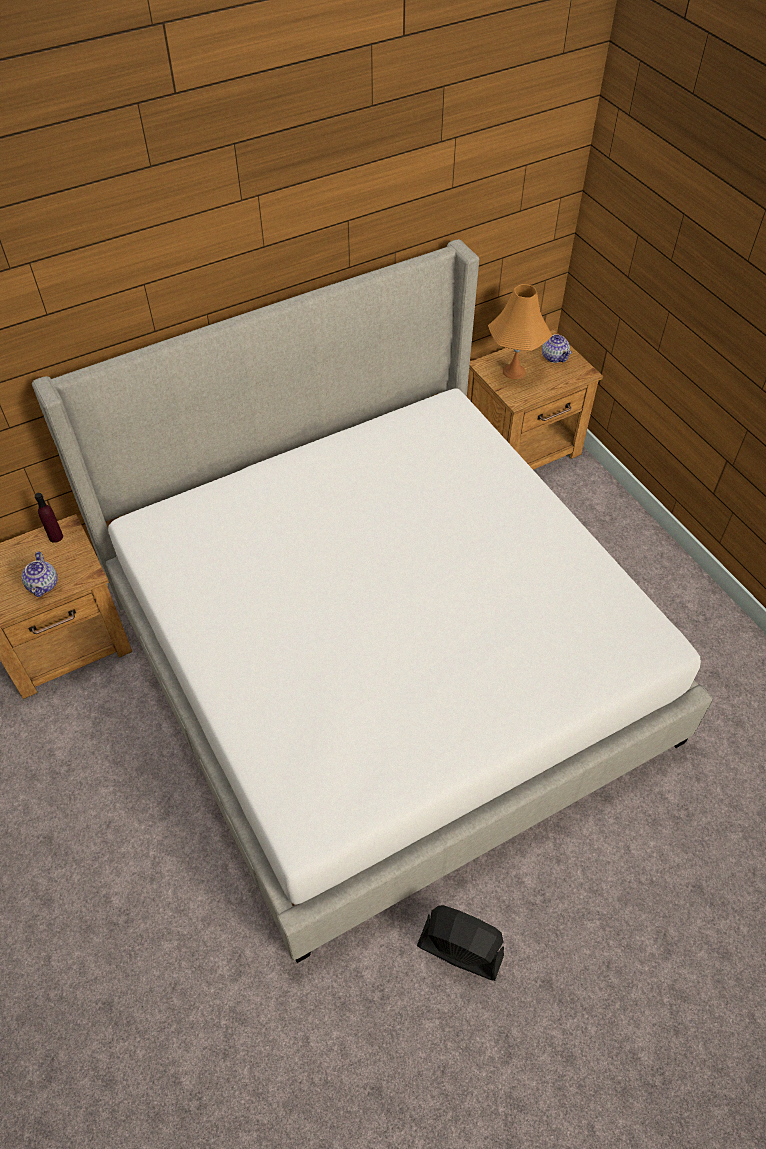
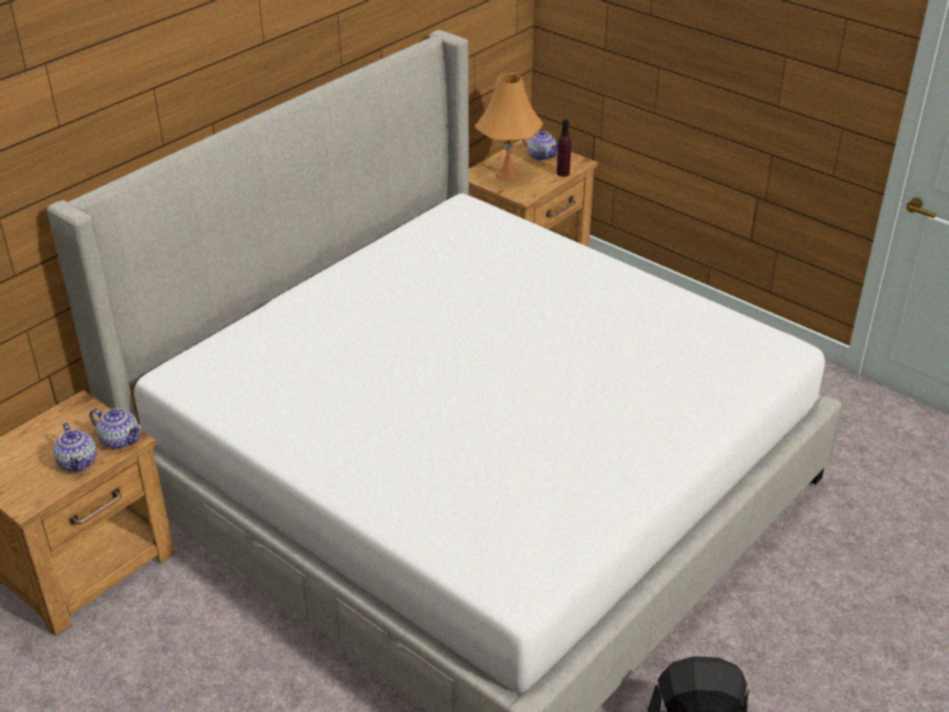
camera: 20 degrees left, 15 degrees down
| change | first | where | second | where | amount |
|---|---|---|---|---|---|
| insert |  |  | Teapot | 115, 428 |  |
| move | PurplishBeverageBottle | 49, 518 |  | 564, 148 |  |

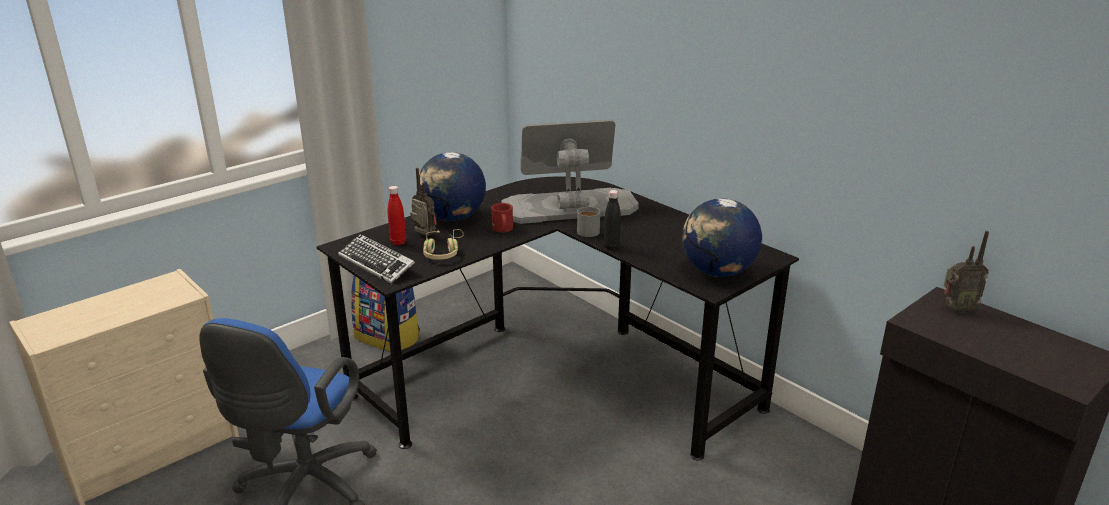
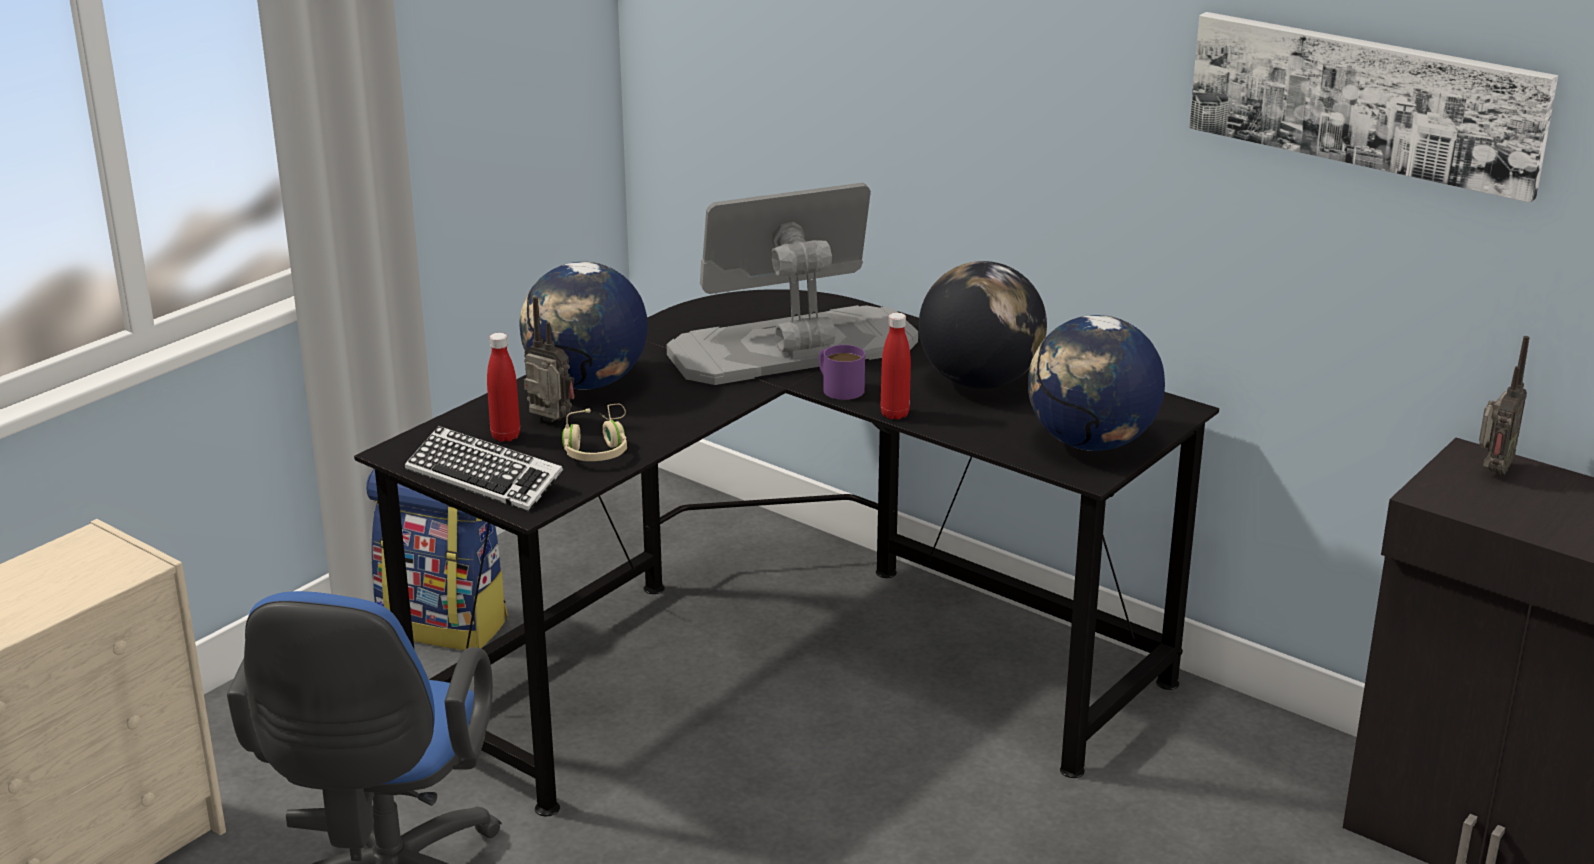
camera: 10 degrees left, 0 degrees up
| change | first | where | second | where | amount |
|---|---|---|---|---|---|
| delete | RedMug | 502, 217 |  |  |  |
| insert |  |  | Globe | 983, 325 |  |
| insert |  |  | WallArt | 1373, 107 |  |
| recolor | GrayMug | 588, 222 | PurplishMug | 842, 372 |  |
| recolor | BlackishBeverageBottle | 612, 220 | RedBeverageBottle | 896, 366 |  |
| rotate | RadioReceiver | 966, 272 |  | 1504, 405 | 45 degrees counterclockwise |

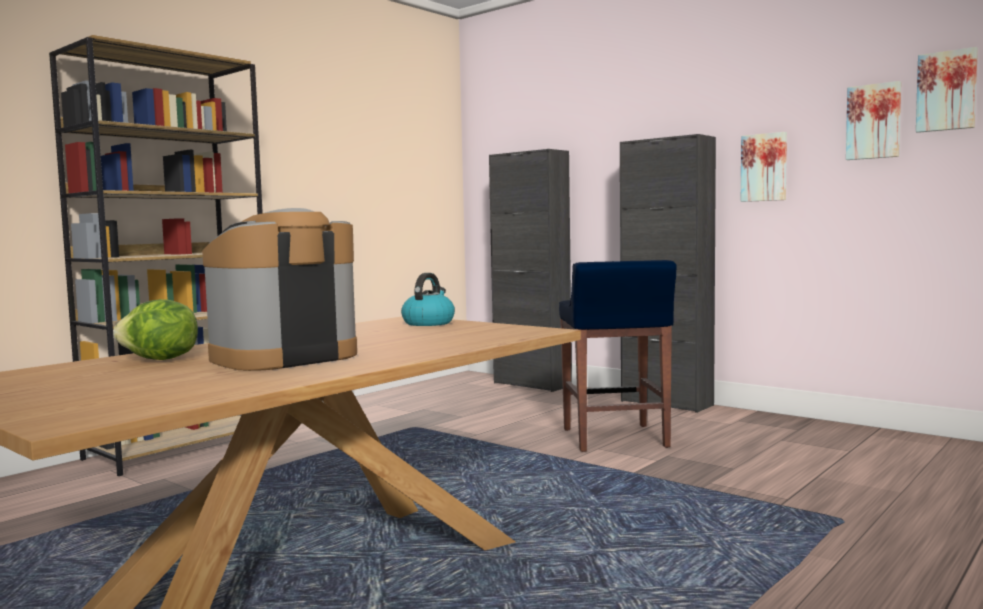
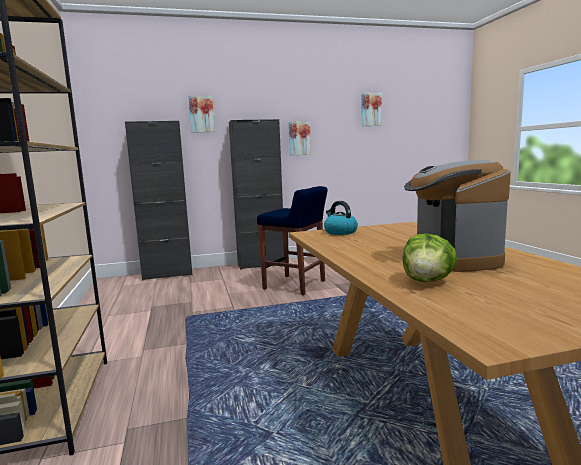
camera: 55 degrees left, 5 degrees up
| change | first | where | second | where | amount |
|---|---|---|---|---|---|
| move | WallArt | 873, 120 |  | 201, 114 |  |

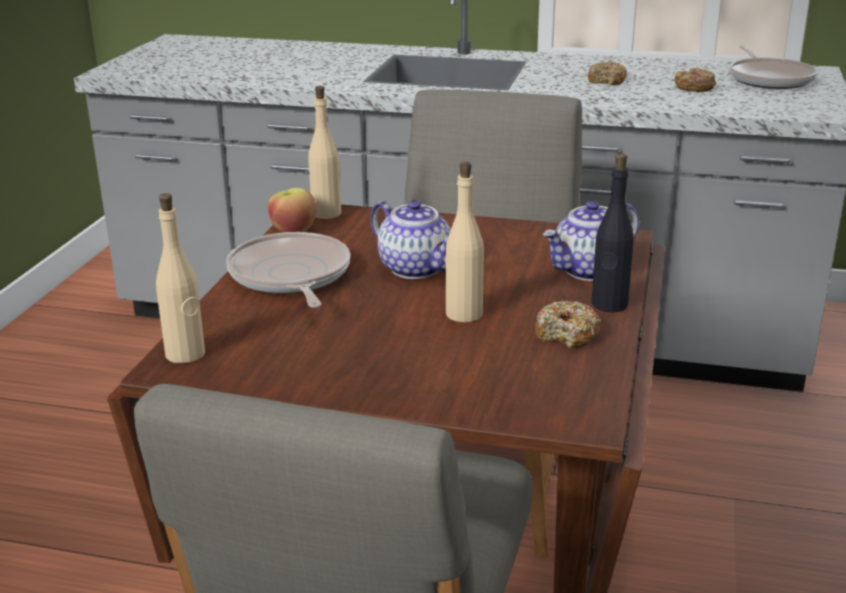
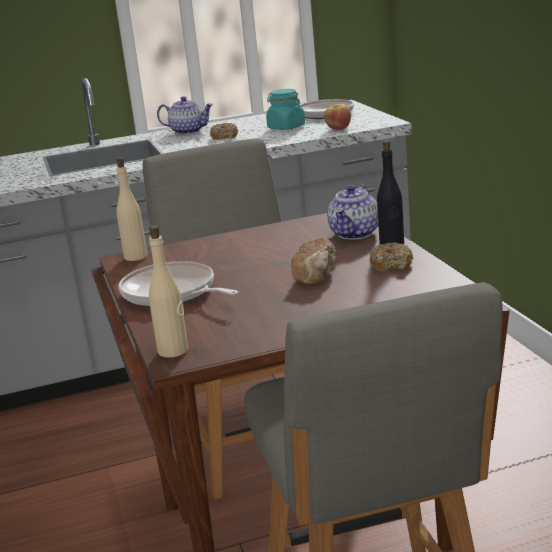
camera: 30 degrees left, 5 degrees down
| change | first | where | second | where | amount |
|---|---|---|---|---|---|
| move | Apple | 292, 210 |  | 337, 117 |  |
| move | Teapot | 411, 239 |  | 185, 115 |  |
| replace | BeigeBeverageBottle | 464, 242 | BakedBread | 314, 261 |  |
| replace | Doughnut | 695, 80 | TurquoisePreserveJar | 285, 109 |  |

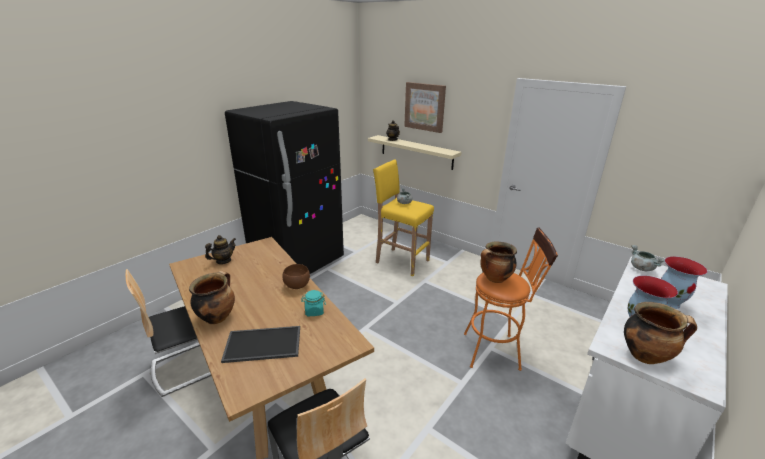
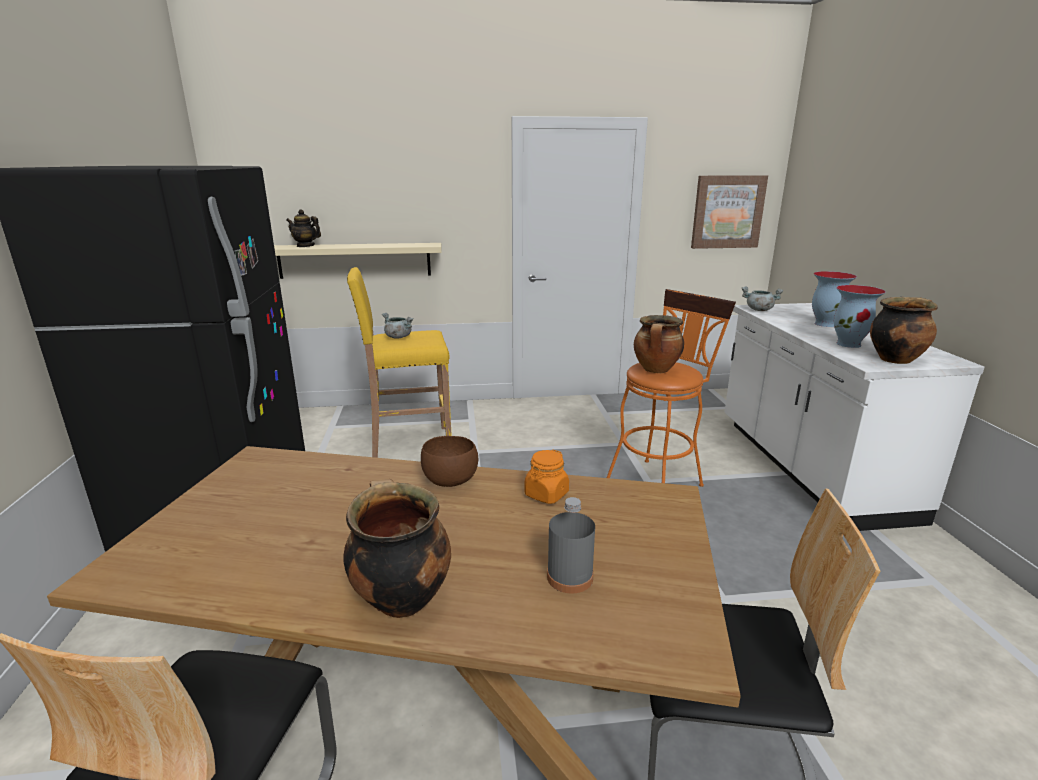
camera: 45 degrees left, 5 degrees down
| change | first | where | second | where | amount |
|---|---|---|---|---|---|
| delete | Teapot | 220, 249 |  |  |  |
| move | WallArt | 425, 107 |  | 729, 212 |  |
| replace | ServingTray | 260, 344 | GrayBeverageBottle | 571, 545 |  |
| recolor | TurquoisePreserveJar | 313, 303 | OrangeyPreserveJar | 546, 477 |  |

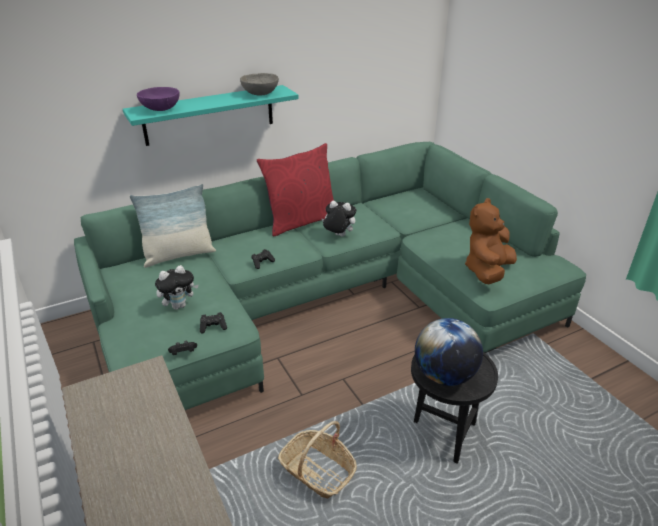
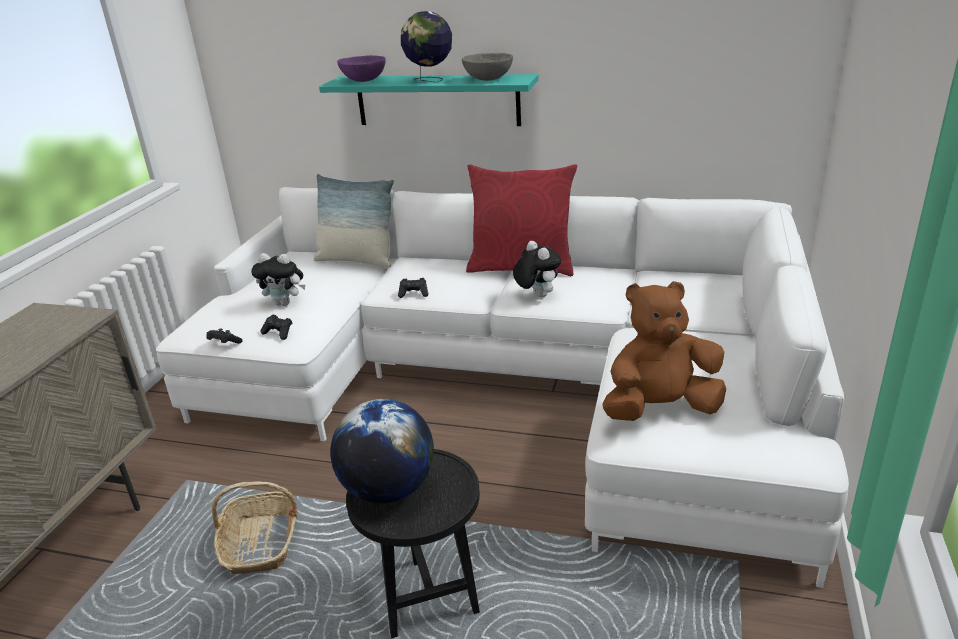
camera: 45 degrees right, 5 degrees down
| change | first | where | second | where | amount |
|---|---|---|---|---|---|
| insert |  |  | Globe | 426, 47 |  |
| recolor | GreenColouredSofa | 330, 276 | WhiteColouredSofa | 502, 387 |  |

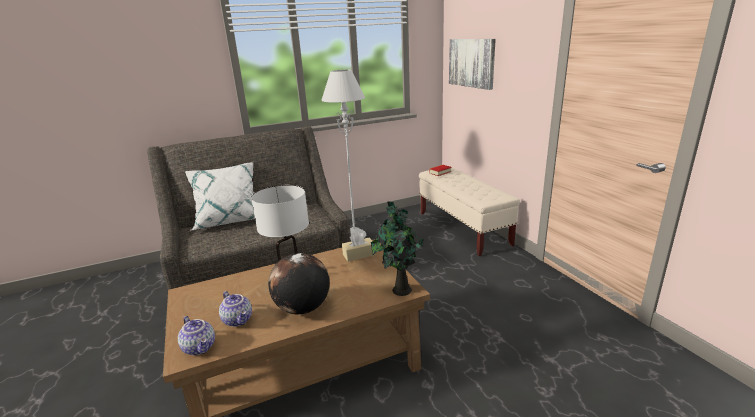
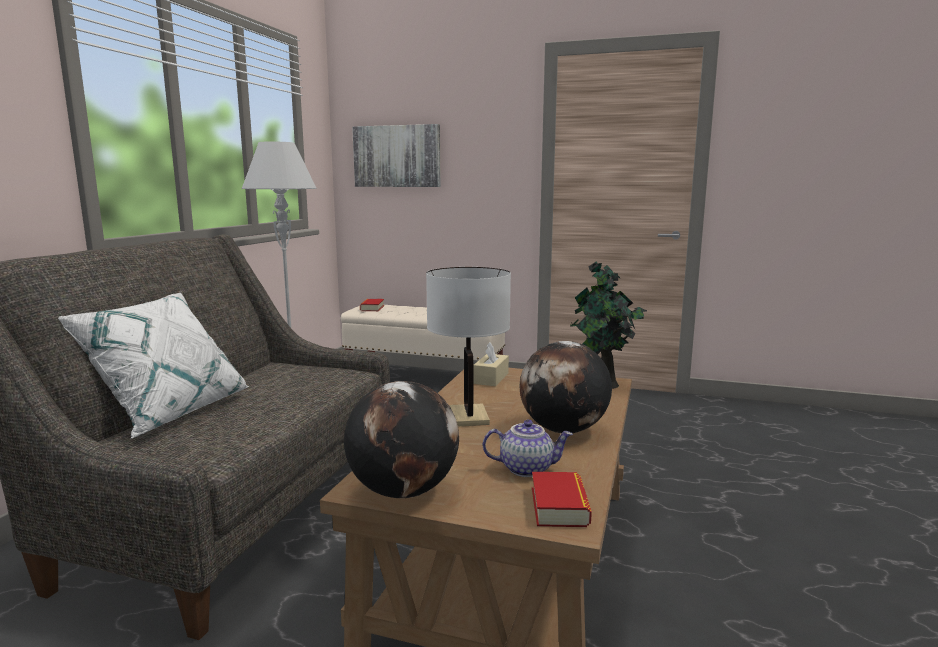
camera: 50 degrees left, 10 degrees down
| change | first | where | second | where | amount |
|---|---|---|---|---|---|
| insert |  |  | Globe | 401, 439 |  |
| replace | Teapot | 196, 335 | Volume | 562, 499 |  |

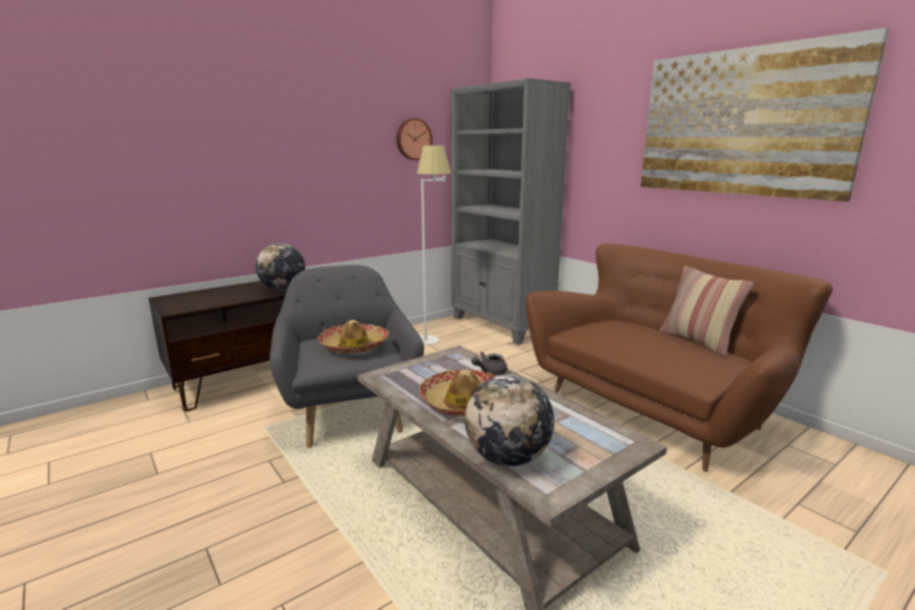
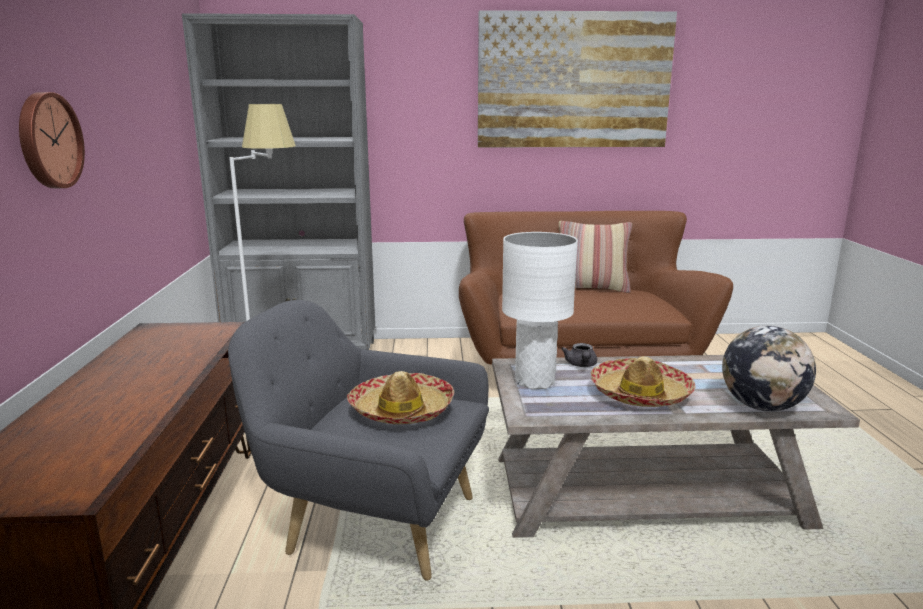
camera: 55 degrees left, 0 degrees up
| change | first | where | second | where | amount |
|---|---|---|---|---|---|
| delete | Globe | 280, 266 |  |  |  |
| insert |  |  | WhiteColouredLampForATable | 540, 310 |  |
| move | ClockOnTheWall | 414, 139 |  | 52, 140 |  |

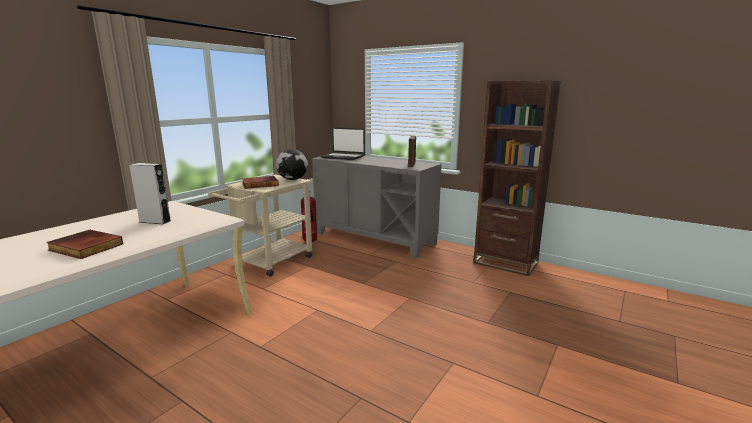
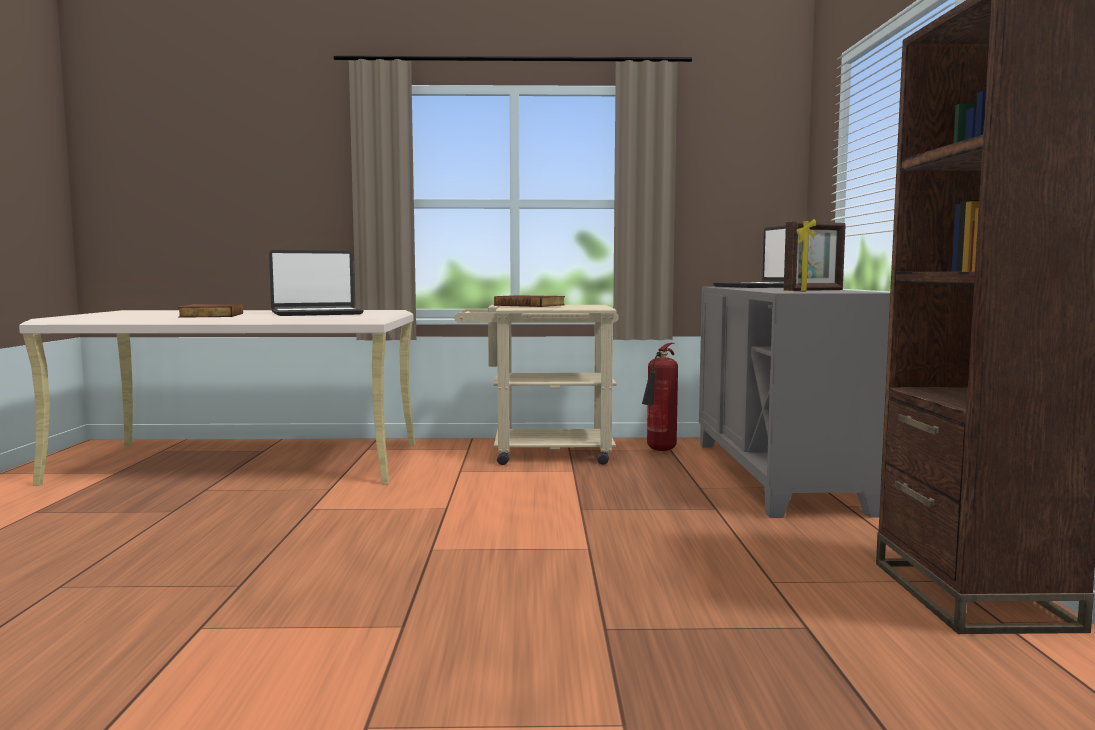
camera: 55 degrees right, 10 degrees down
| change | first | where | second | where | amount |
|---|---|---|---|---|---|
| delete | Globe | 292, 164 |  |  |  |
| replace | GrayLoudspeaker | 150, 193 | NotebookComputer | 316, 283 |  |

